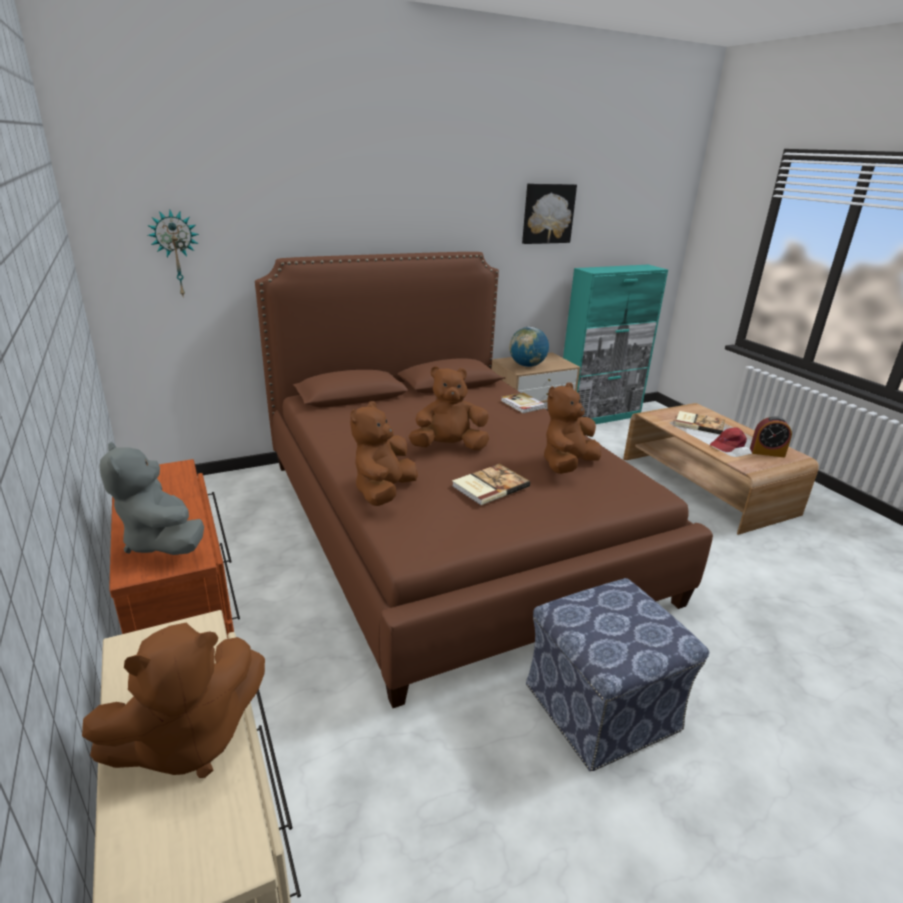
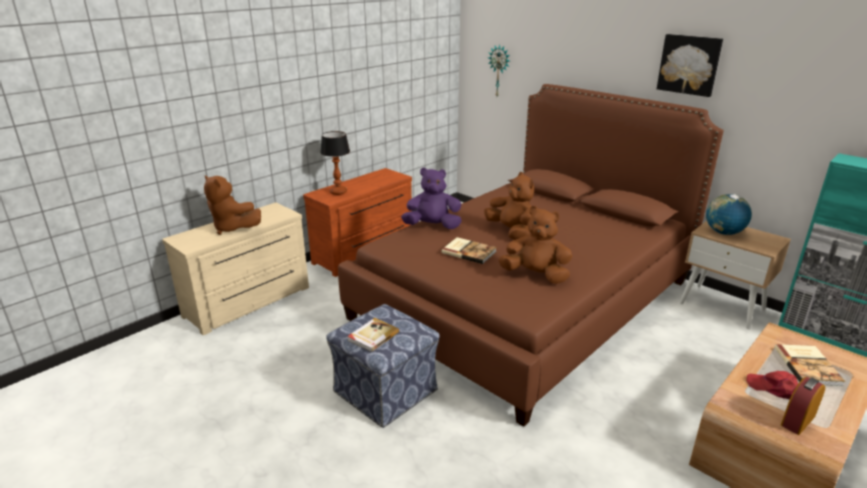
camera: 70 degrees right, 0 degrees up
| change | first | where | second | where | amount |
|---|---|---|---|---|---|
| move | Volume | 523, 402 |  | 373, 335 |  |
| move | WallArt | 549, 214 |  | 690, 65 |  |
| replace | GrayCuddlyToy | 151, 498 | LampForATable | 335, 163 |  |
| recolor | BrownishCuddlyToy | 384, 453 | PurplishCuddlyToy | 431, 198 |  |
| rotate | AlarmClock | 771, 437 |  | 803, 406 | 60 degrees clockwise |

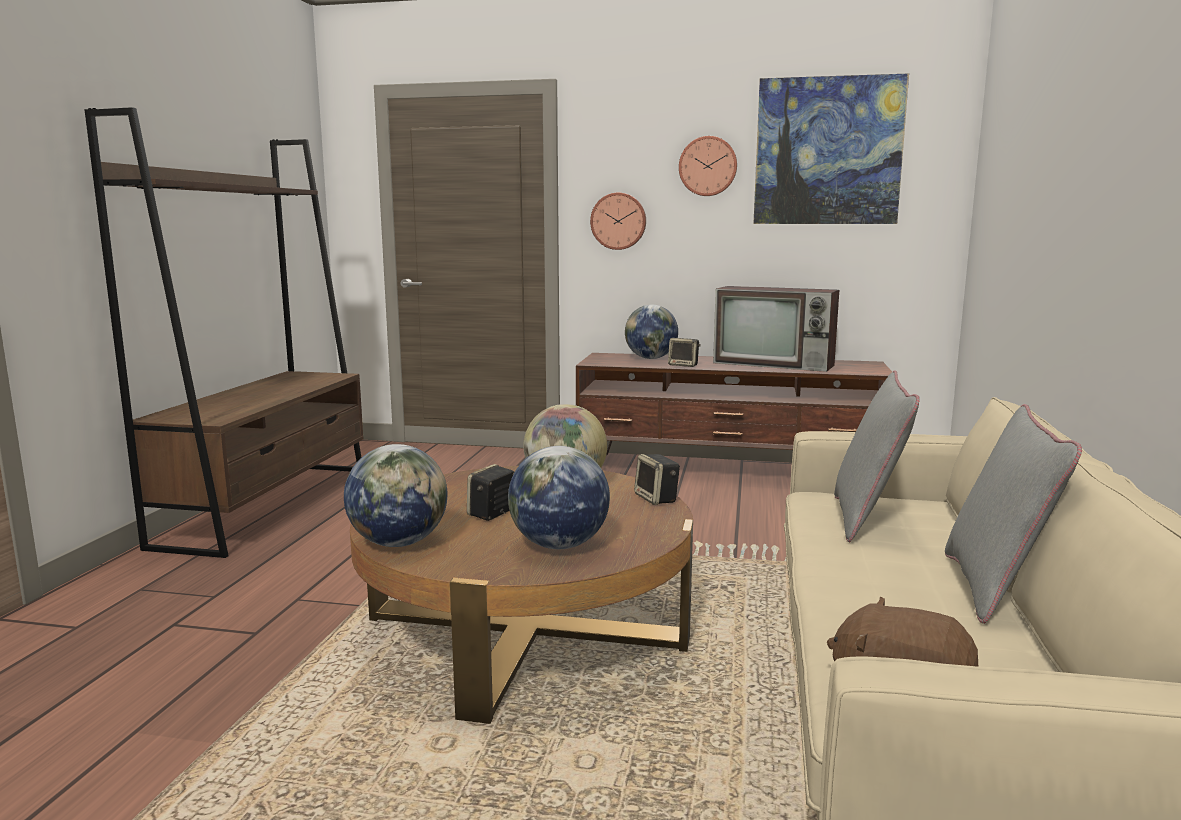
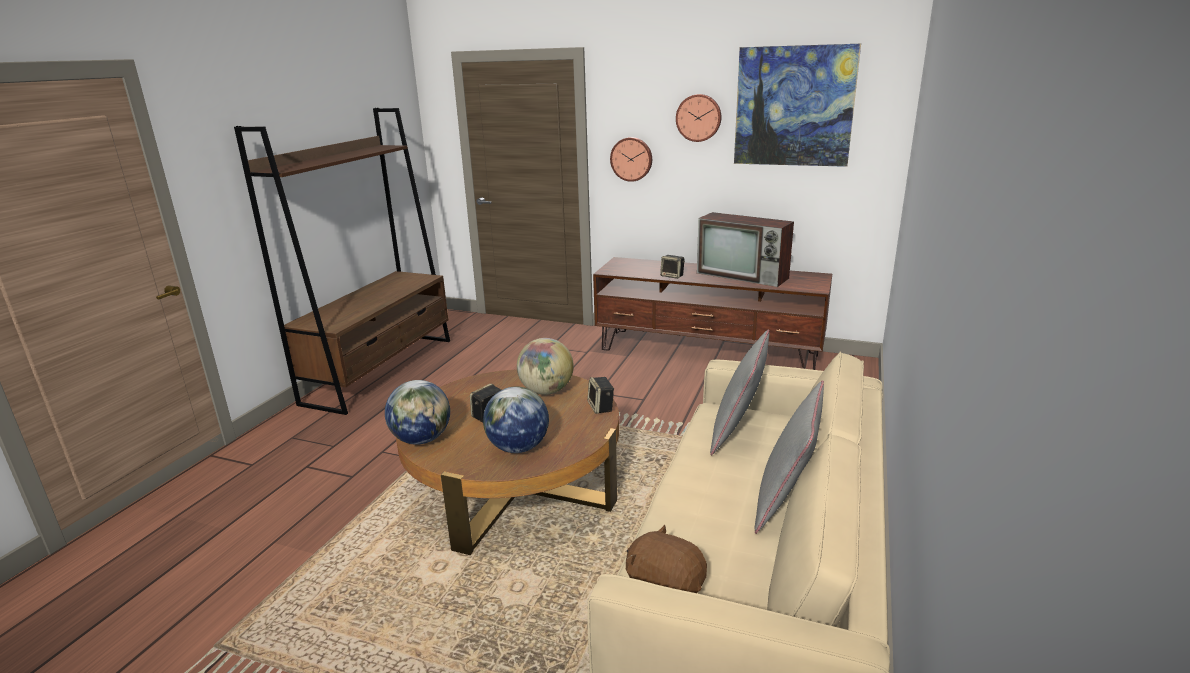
camera: 10 degrees right, 10 degrees up
| change | first | where | second | where | amount |
|---|---|---|---|---|---|
| delete | Globe | 651, 332 |  |  |  |

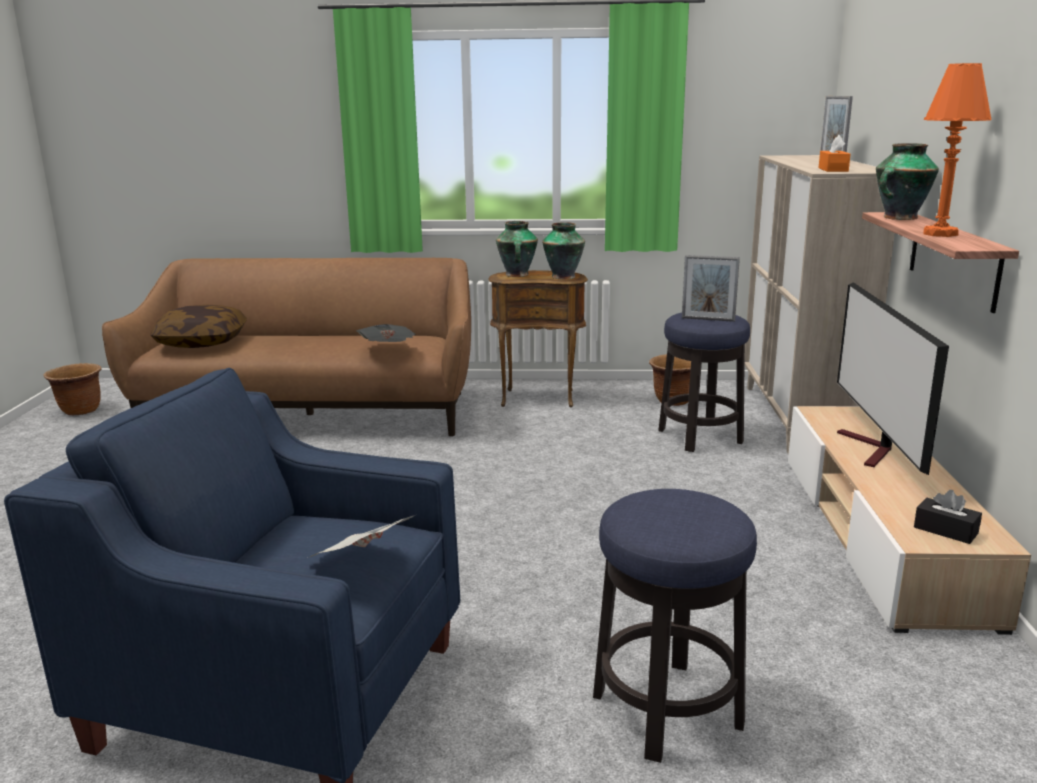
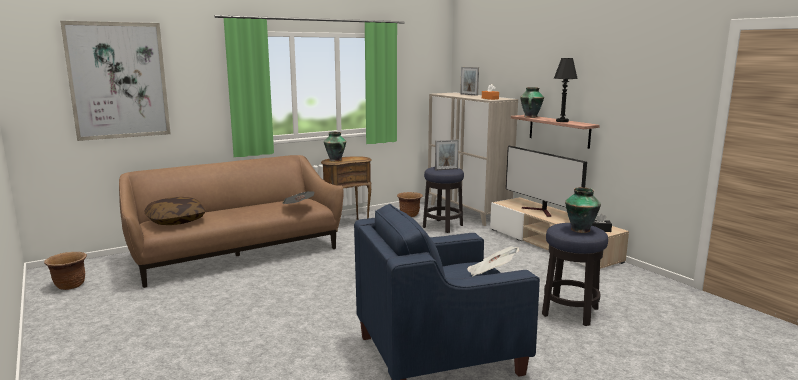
camera: 35 degrees left, 5 degrees down
| change | first | where | second | where | amount |
|---|---|---|---|---|---|
| insert |  |  | WallArt | 115, 81 |  |
| move | Vase | 563, 250 |  | 583, 210 |  |
| recolor | OrangeyLampForATable | 957, 150 | BlackishLampForATable | 566, 90 |  |

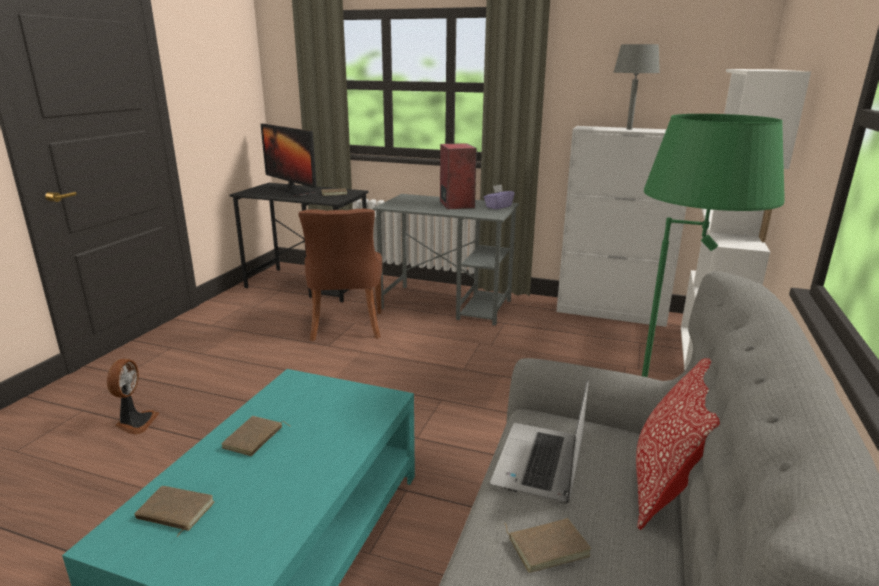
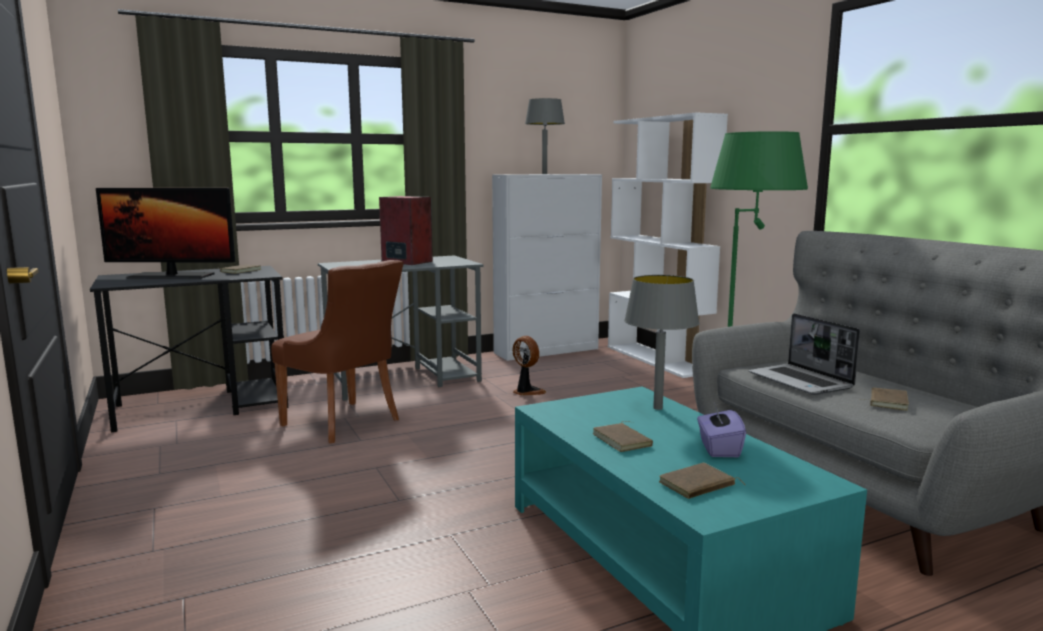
camera: 45 degrees left, 10 degrees down
| change | first | where | second | where | amount |
|---|---|---|---|---|---|
| delete | ThrowPillow | 678, 444 |  |  |  |
| insert |  |  | GrayLampForATable | 661, 342 |  |
| move | ElectricFan | 133, 397 |  | 529, 366 |  |
| move | PurplishBoxOfTissues | 499, 196 |  | 721, 430 |  |

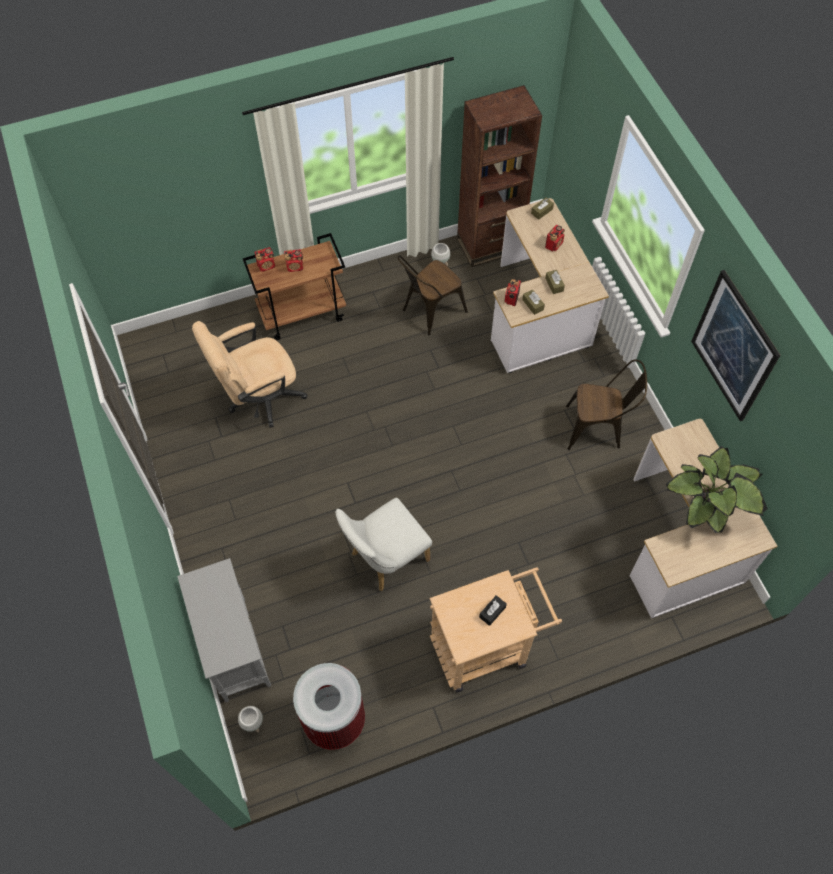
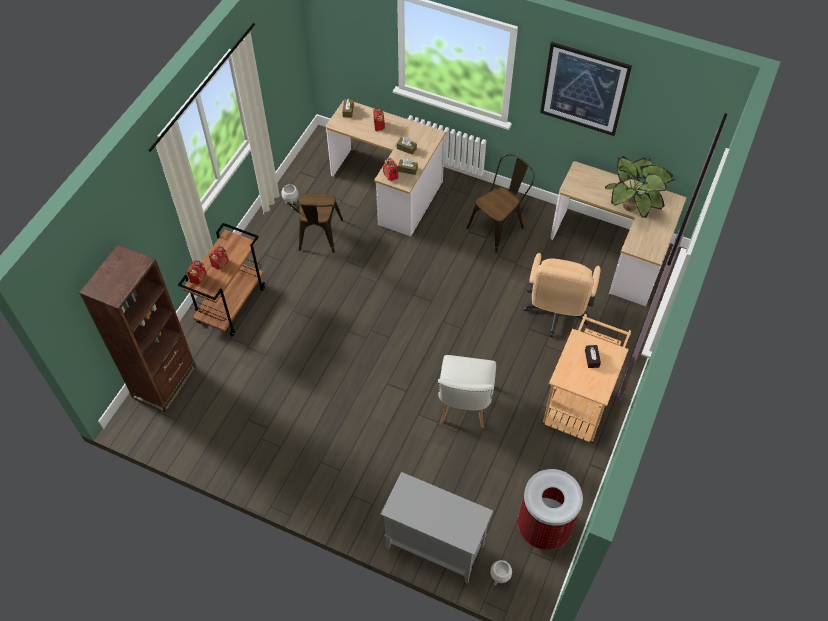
camera: 45 degrees left, 5 degrees down
| change | first | where | second | where | amount |
|---|---|---|---|---|---|
| move | BeigeComputerChair | 249, 374 |  | 562, 295 |  |
| move | BrownishBookcase | 499, 176 |  | 137, 328 |  |

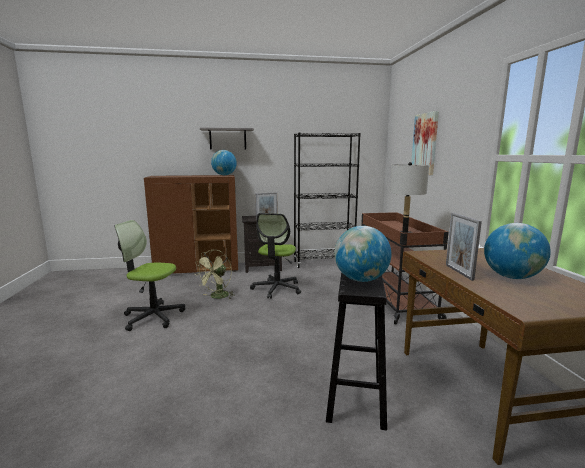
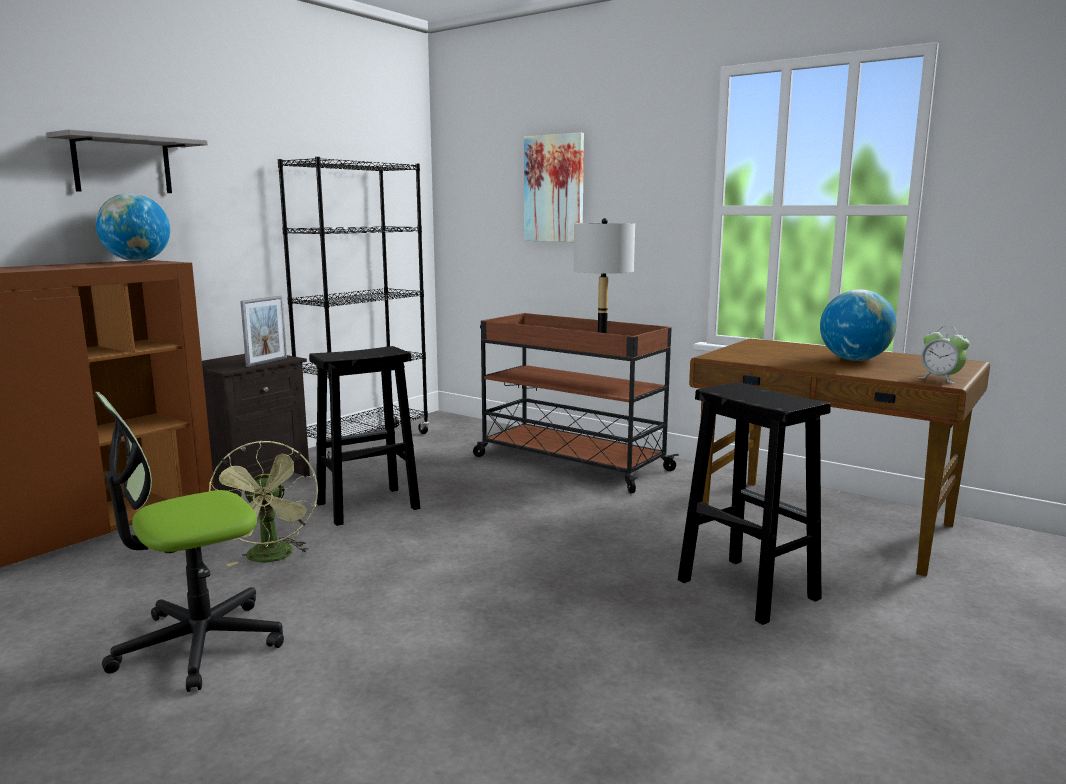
camera: 45 degrees left, 0 degrees up
| change | first | where | second | where | amount |
|---|---|---|---|---|---|
| delete | Globe | 363, 254 |  |  |  |
| delete | StandingFrame | 464, 247 |  |  |  |
| insert |  |  | AlarmClock | 944, 355 |  |
| replace | ComputerChair | 275, 256 | BlackishStool | 364, 436 |  |

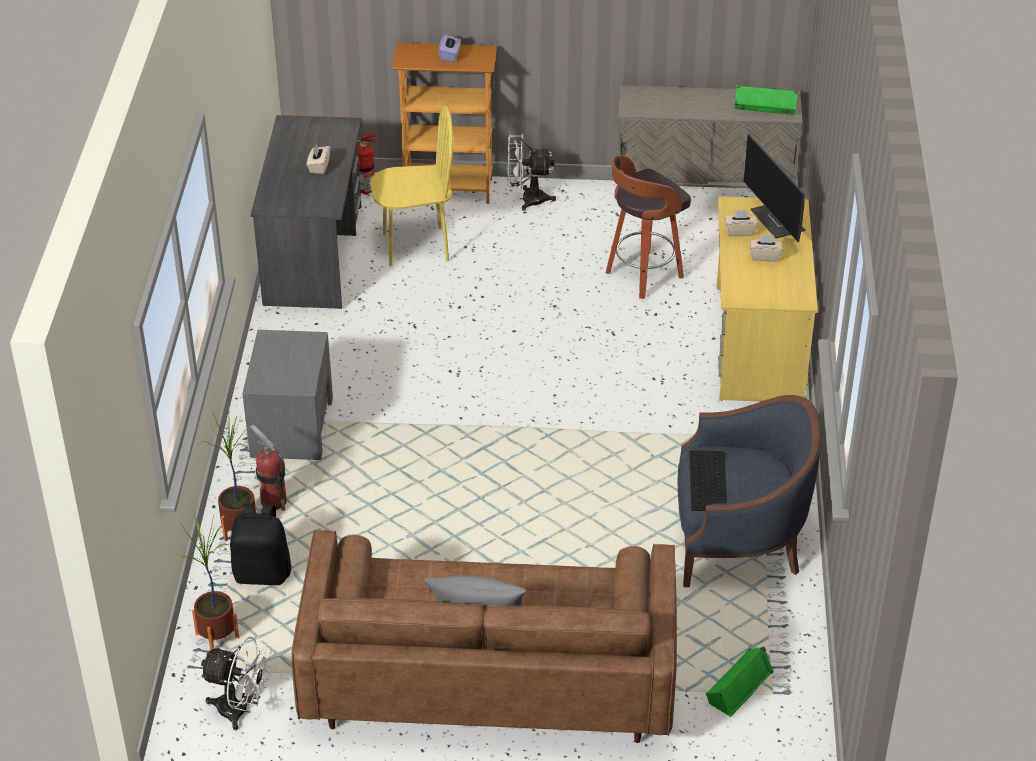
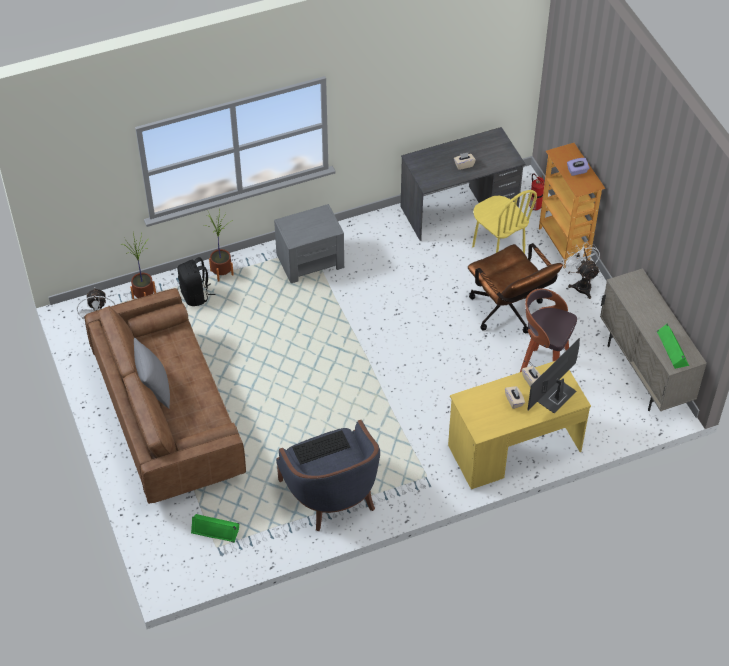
camera: 65 degrees right, 10 degrees up
| change | first | where | second | where | amount |
|---|---|---|---|---|---|
| delete | FireFightingCylinder | 268, 467 |  |  |  |
| insert |  |  | BrownishComputerChair | 515, 288 |  |

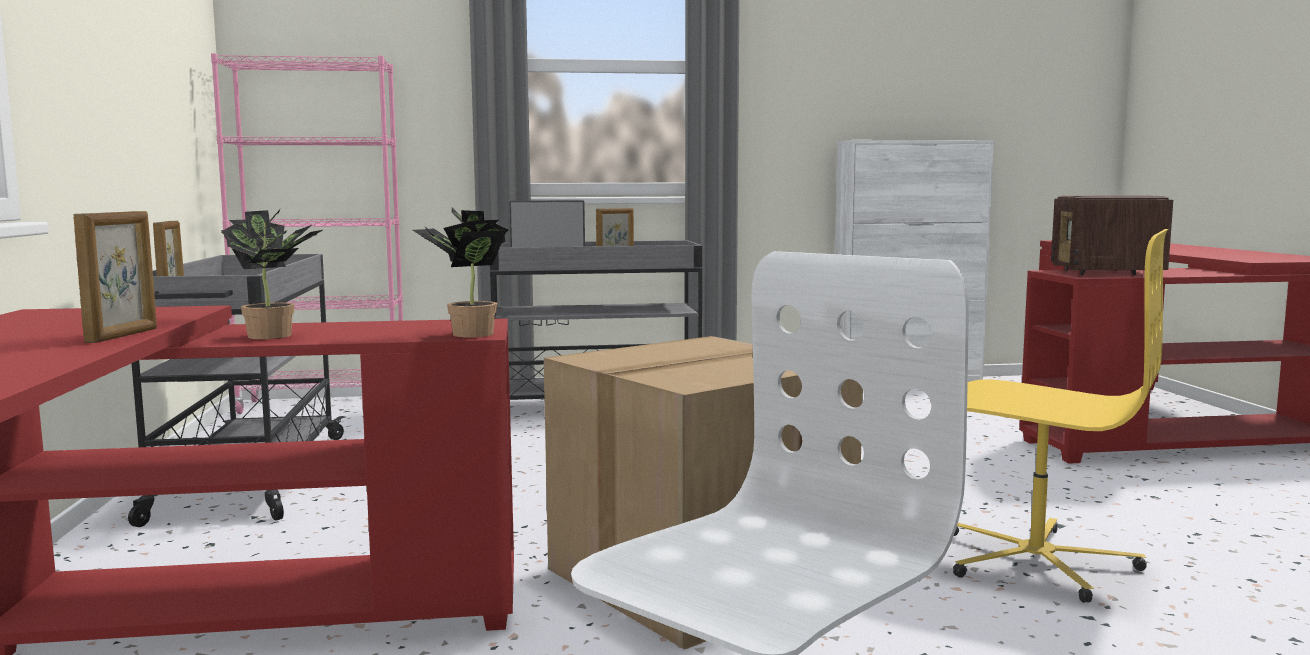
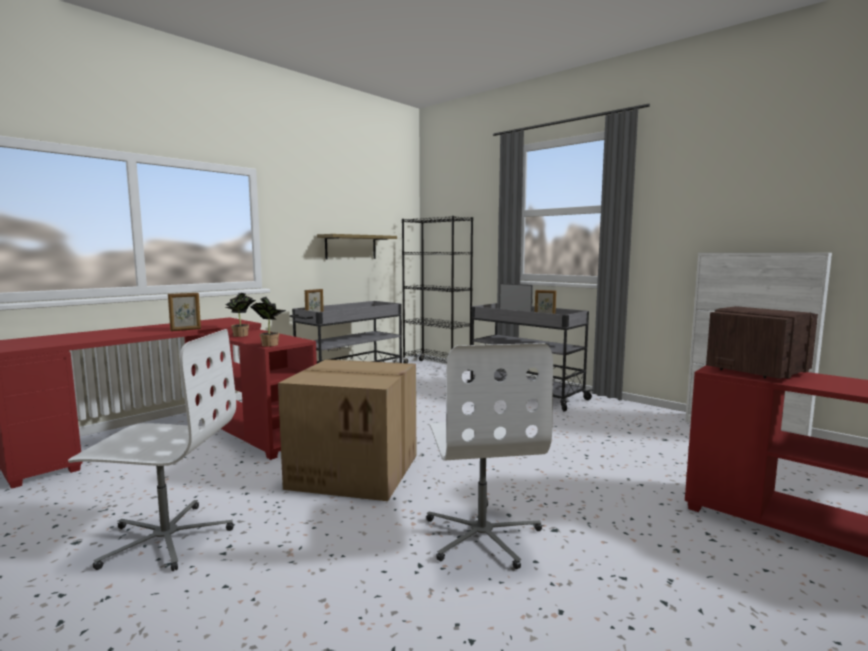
camera: 50 degrees right, 0 degrees up
| change | first | where | second | where | amount |
|---|---|---|---|---|---|
| insert |  |  | Shelf | 357, 247 |  |
| recolor | PinkBookcase | 307, 233 | BlackishBookcase | 437, 293 |  |
| recolor | YellowComputerChair | 1060, 416 | WhiteColouredComputerChair | 489, 456 |  |

